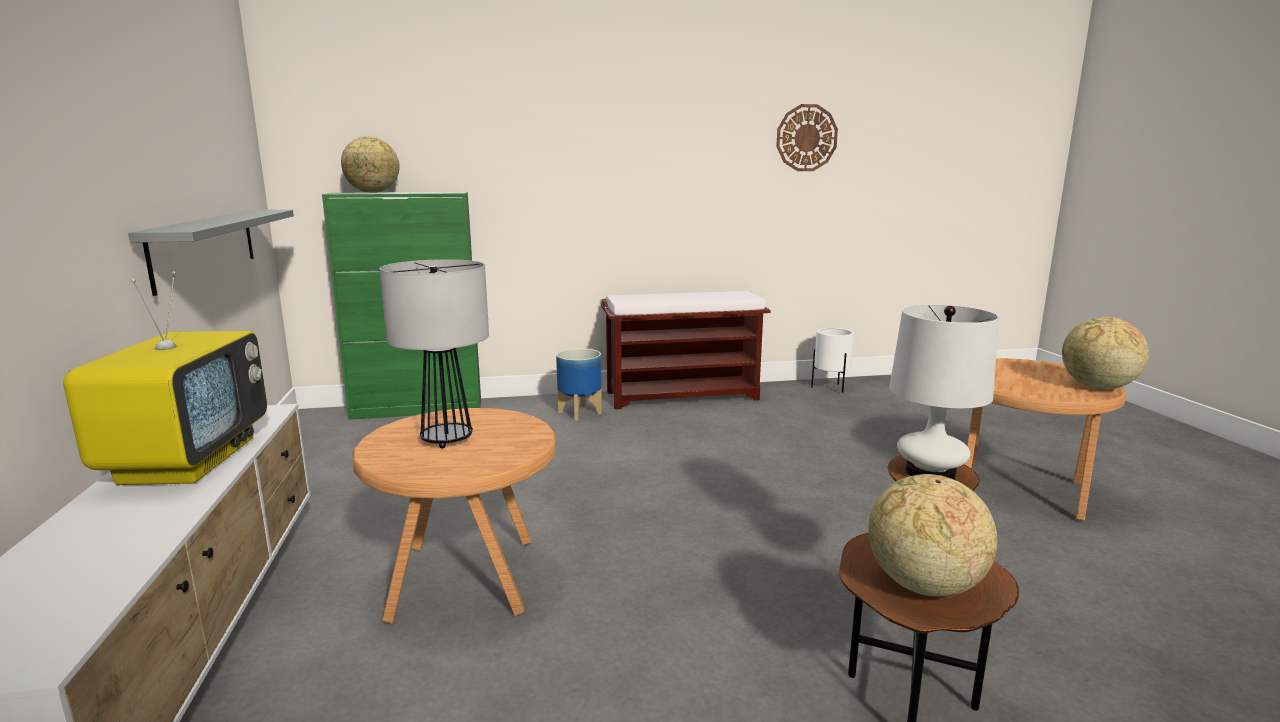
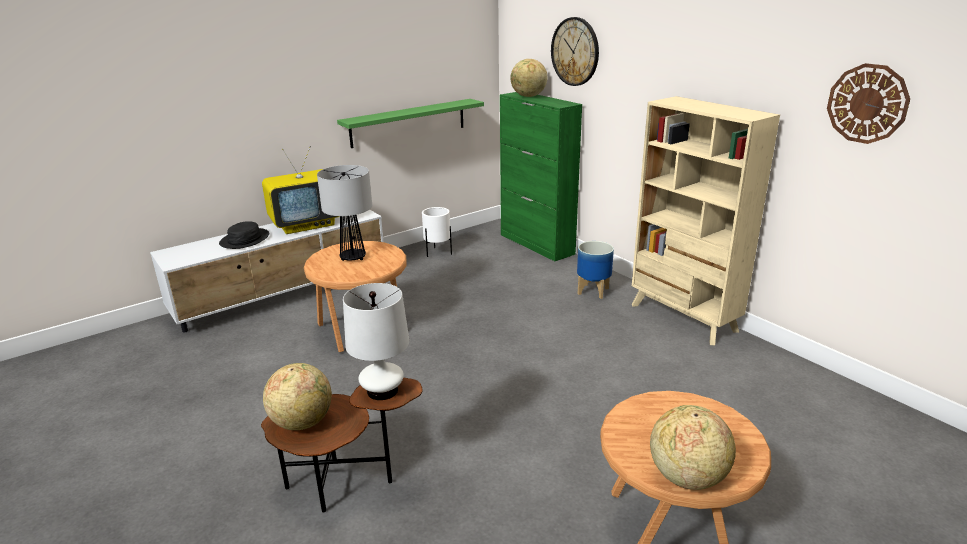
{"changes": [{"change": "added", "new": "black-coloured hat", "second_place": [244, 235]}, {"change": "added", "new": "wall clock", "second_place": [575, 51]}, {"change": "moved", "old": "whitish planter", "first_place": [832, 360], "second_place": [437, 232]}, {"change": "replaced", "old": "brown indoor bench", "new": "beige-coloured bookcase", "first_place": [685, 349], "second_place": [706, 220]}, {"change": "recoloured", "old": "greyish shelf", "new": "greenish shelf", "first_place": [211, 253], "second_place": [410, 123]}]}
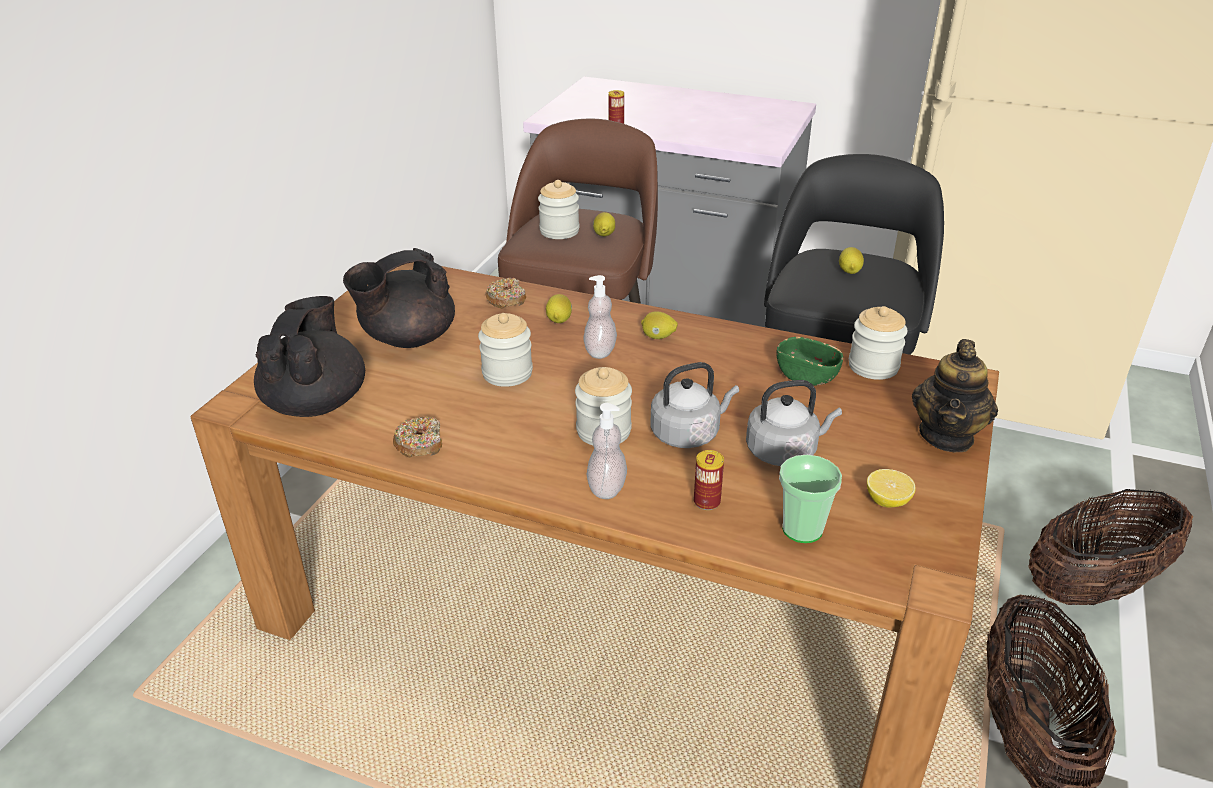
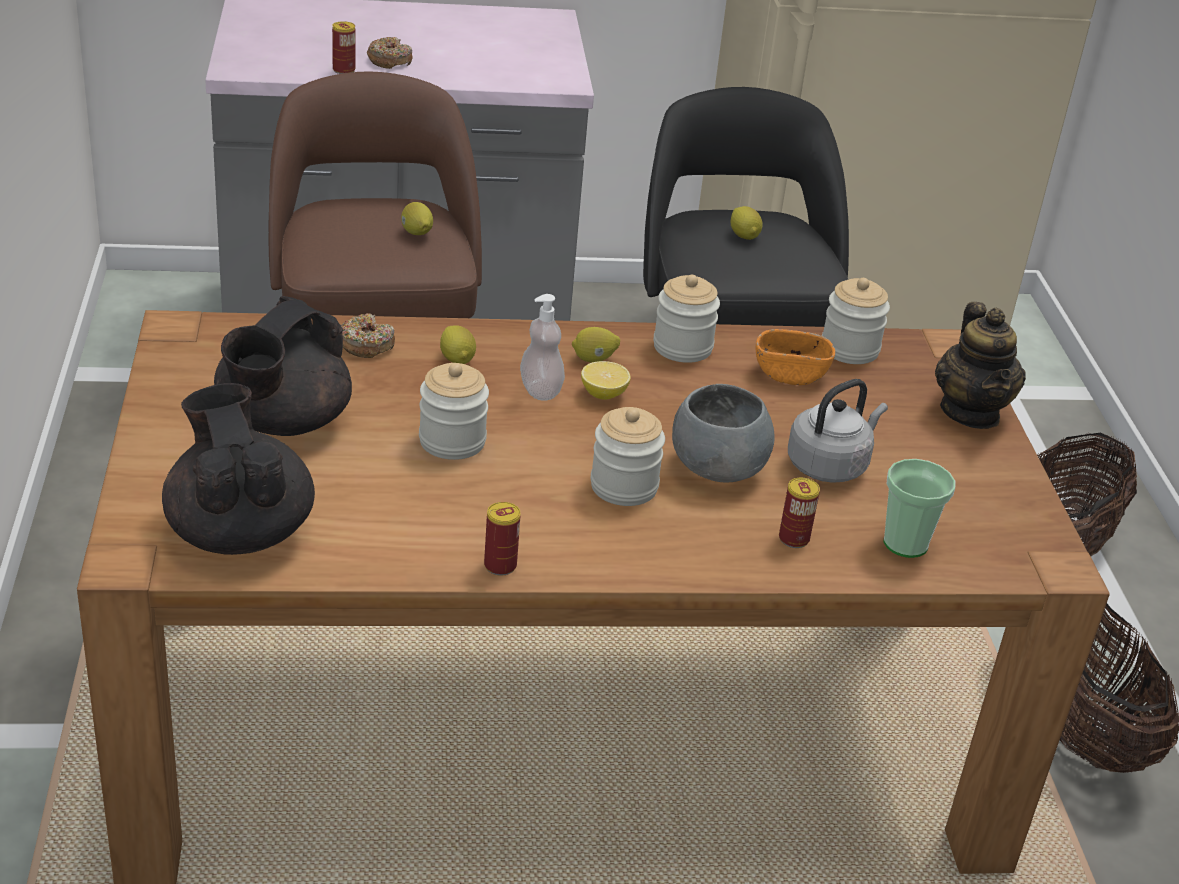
{"changes": [{"change": "removed", "old": "soap bottle", "first_place": [607, 451]}, {"change": "added", "new": "can", "second_place": [502, 539]}, {"change": "moved", "old": "doughnut", "first_place": [417, 437], "second_place": [390, 53]}, {"change": "moved", "old": "jar", "first_place": [558, 209], "second_place": [686, 319]}, {"change": "moved", "old": "citrus fruit", "first_place": [891, 488], "second_place": [606, 380]}, {"change": "replaced", "old": "greyish tea kettle", "new": "greyish bowl", "first_place": [694, 405], "second_place": [723, 433]}, {"change": "recoloured", "old": "greenish bowl", "new": "orangey bowl", "first_place": [809, 361], "second_place": [795, 357]}]}
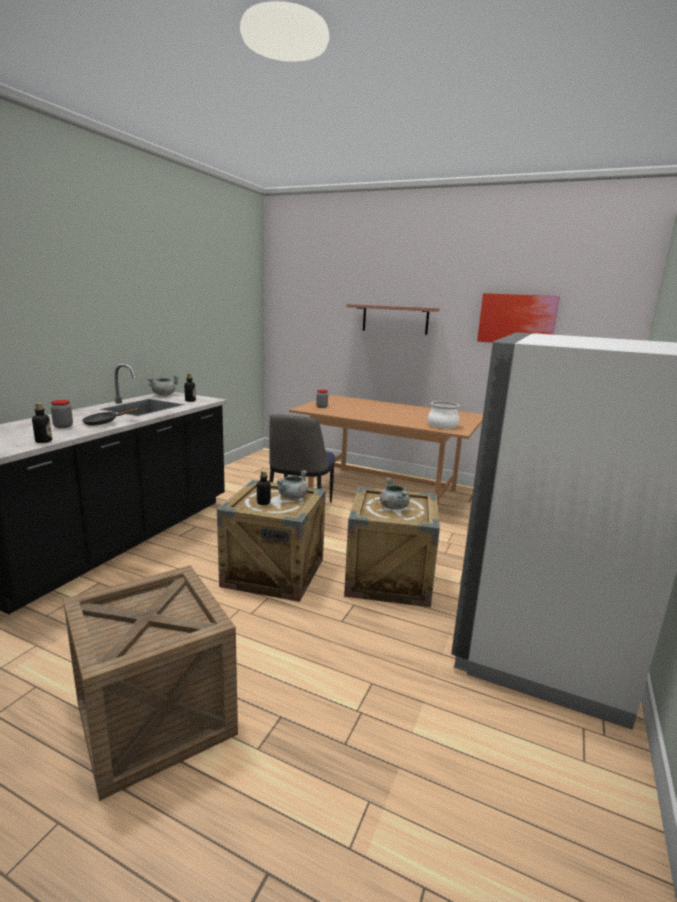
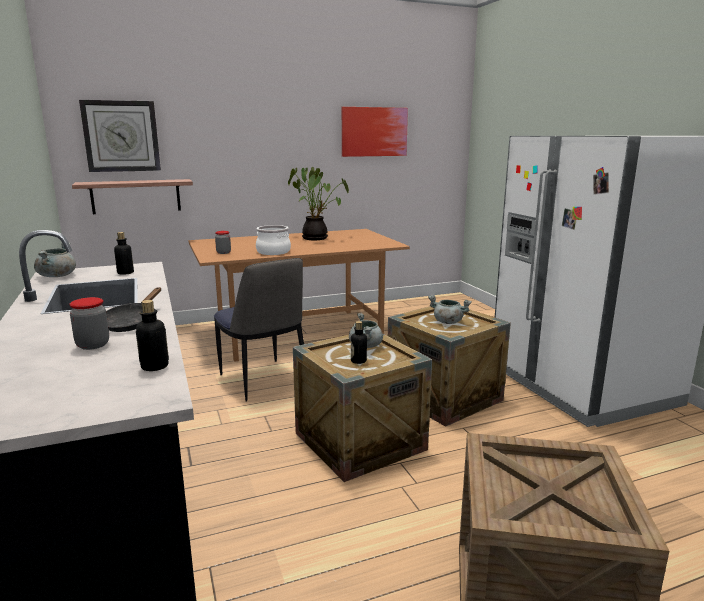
{"changes": [{"change": "added", "new": "wall clock", "second_place": [120, 136]}, {"change": "added", "new": "potted plant", "second_place": [318, 203]}, {"change": "moved", "old": "shelf", "first_place": [393, 319], "second_place": [132, 196]}, {"change": "moved", "old": "cooking pot", "first_place": [444, 415], "second_place": [273, 240]}]}
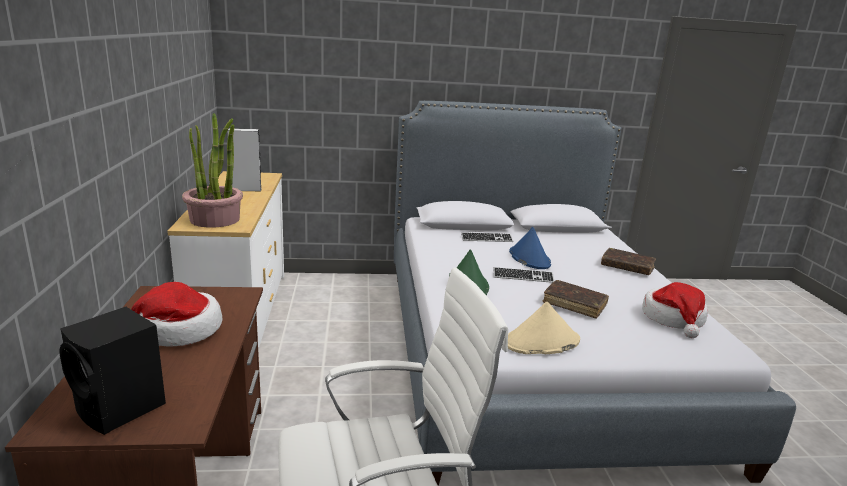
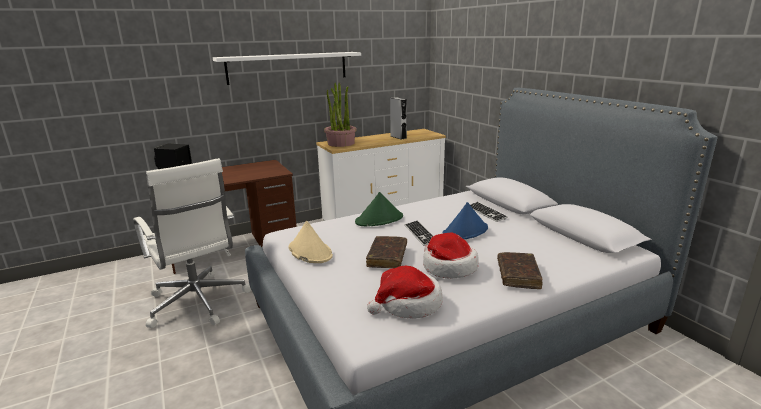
{"changes": [{"change": "added", "new": "whitish shelf", "second_place": [287, 68]}, {"change": "moved", "old": "hat", "first_place": [177, 314], "second_place": [451, 255]}]}
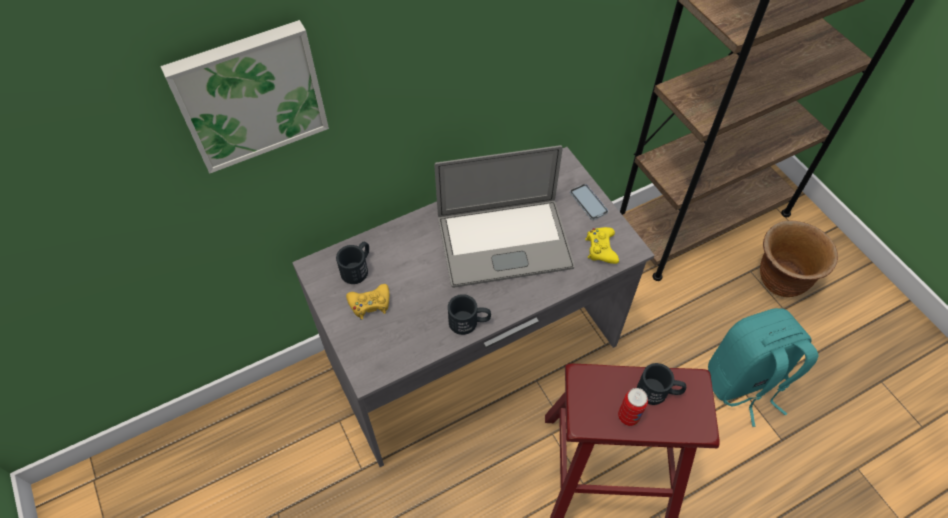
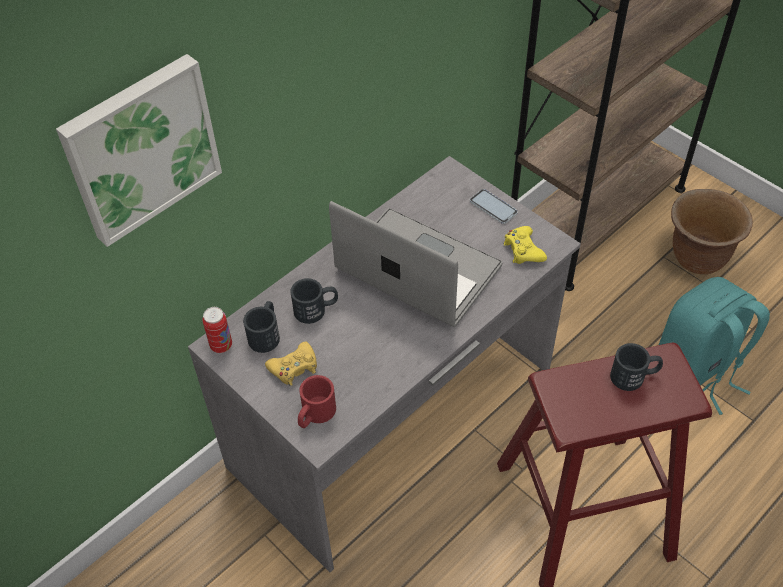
{"changes": [{"change": "added", "new": "reddish tea mug", "second_place": [317, 401]}, {"change": "moved", "old": "black-coloured tea mug", "first_place": [469, 314], "second_place": [314, 301]}, {"change": "moved", "old": "can", "first_place": [633, 407], "second_place": [217, 330]}, {"change": "turned", "old": "notebook computer", "first_place": [504, 216], "second_place": [416, 264], "degrees": -120}]}
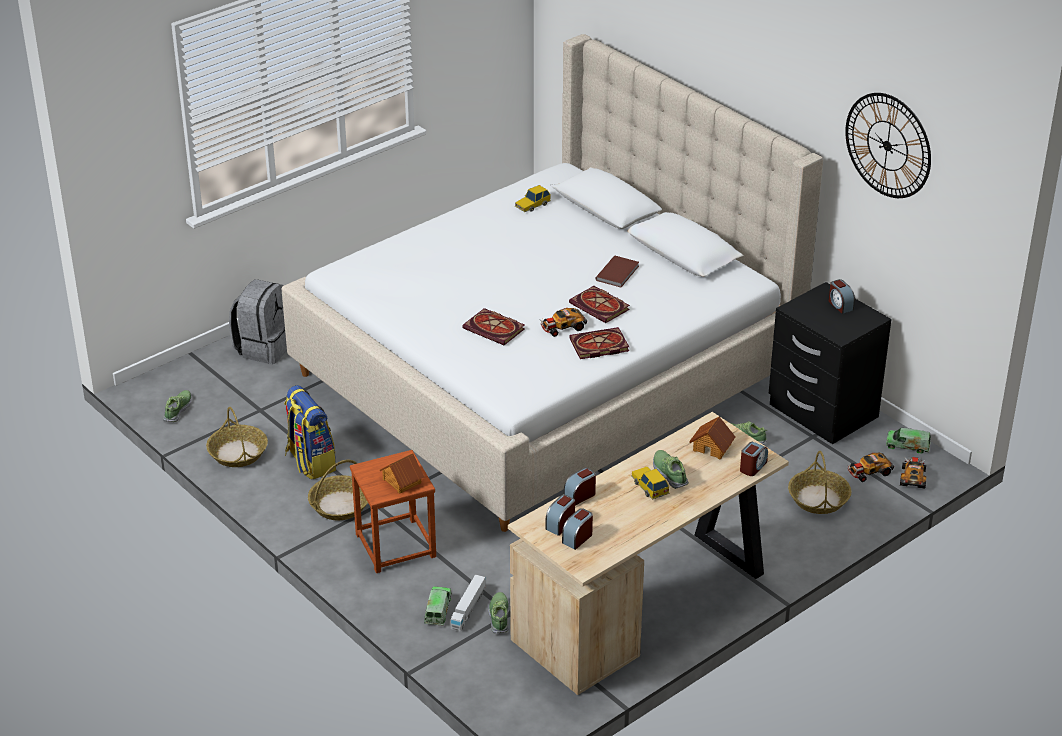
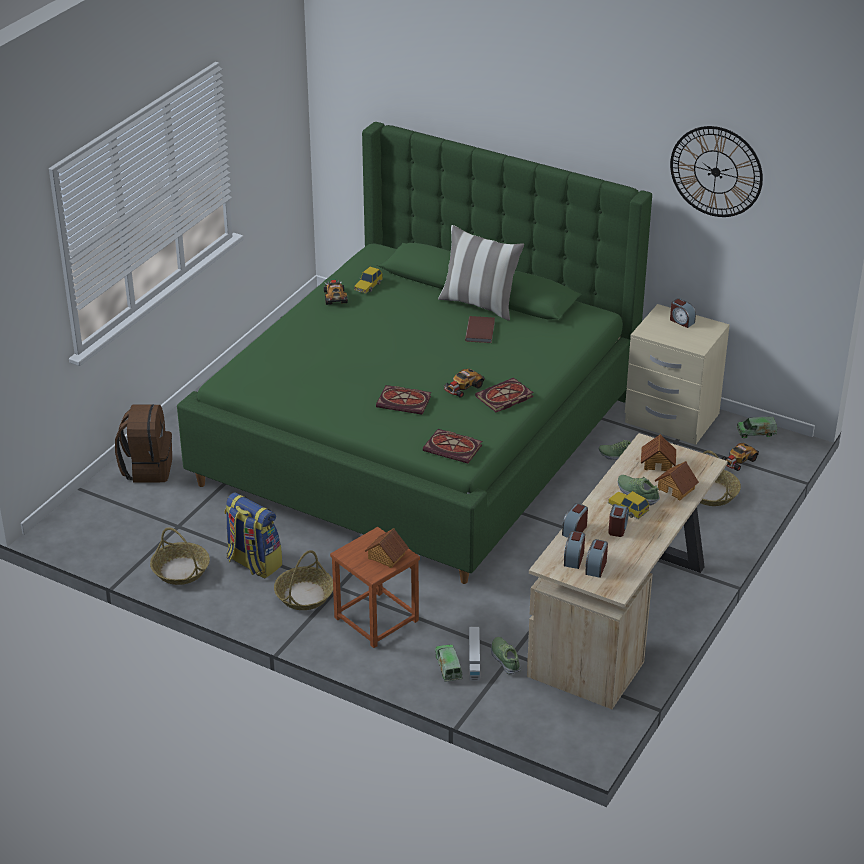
{"changes": [{"change": "removed", "old": "low shoe", "first_place": [177, 406]}, {"change": "added", "new": "pillow", "second_place": [481, 273]}, {"change": "added", "new": "model house", "second_place": [676, 480]}, {"change": "moved", "old": "volume", "first_place": [599, 304], "second_place": [452, 446]}, {"change": "moved", "old": "table clock", "first_place": [754, 459], "second_place": [618, 521]}, {"change": "moved", "old": "miniature car", "first_place": [913, 472], "second_place": [336, 292]}, {"change": "recoloured", "old": "greyish rucksack", "new": "brown rucksack", "first_place": [258, 321], "second_place": [143, 443]}, {"change": "recoloured", "old": "beige-coloured sleeping bed", "new": "greenish sleeping bed", "first_place": [552, 283], "second_place": [414, 353]}, {"change": "recoloured", "old": "black-coloured bedside table", "new": "beige-coloured bedside table", "first_place": [830, 363], "second_place": [677, 374]}]}
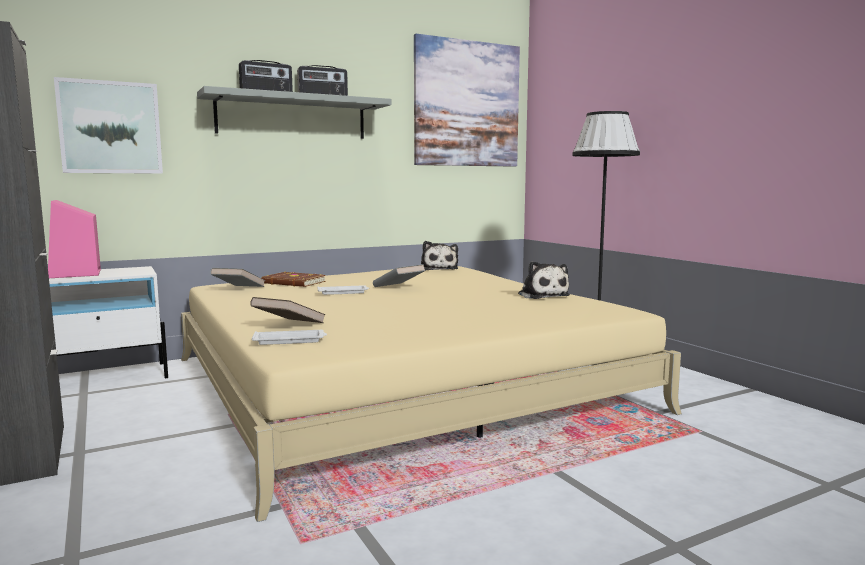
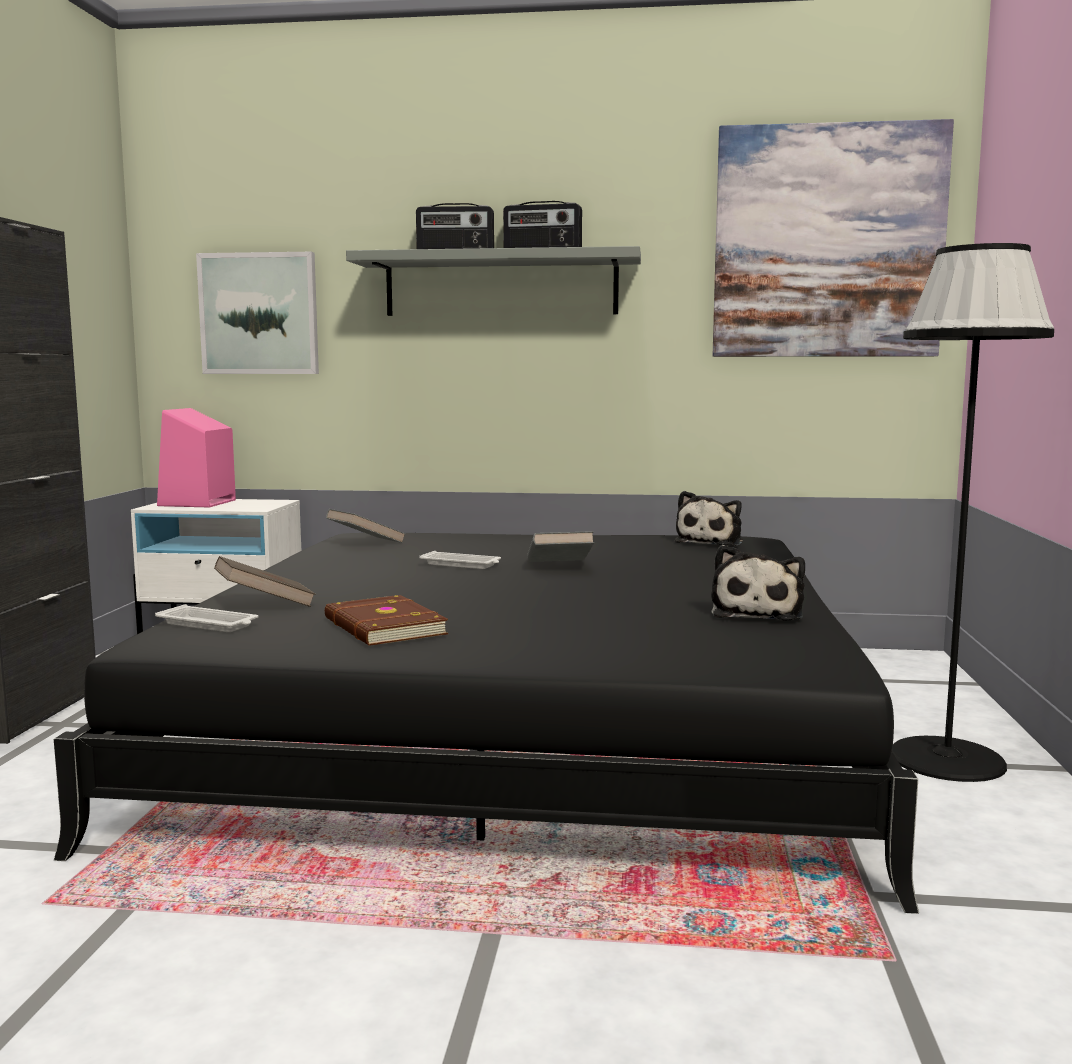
{"changes": [{"change": "moved", "old": "brown volume", "first_place": [293, 279], "second_place": [386, 620]}, {"change": "recoloured", "old": "beige-coloured sleeping bed", "new": "black-coloured sleeping bed", "first_place": [431, 394], "second_place": [486, 723]}]}
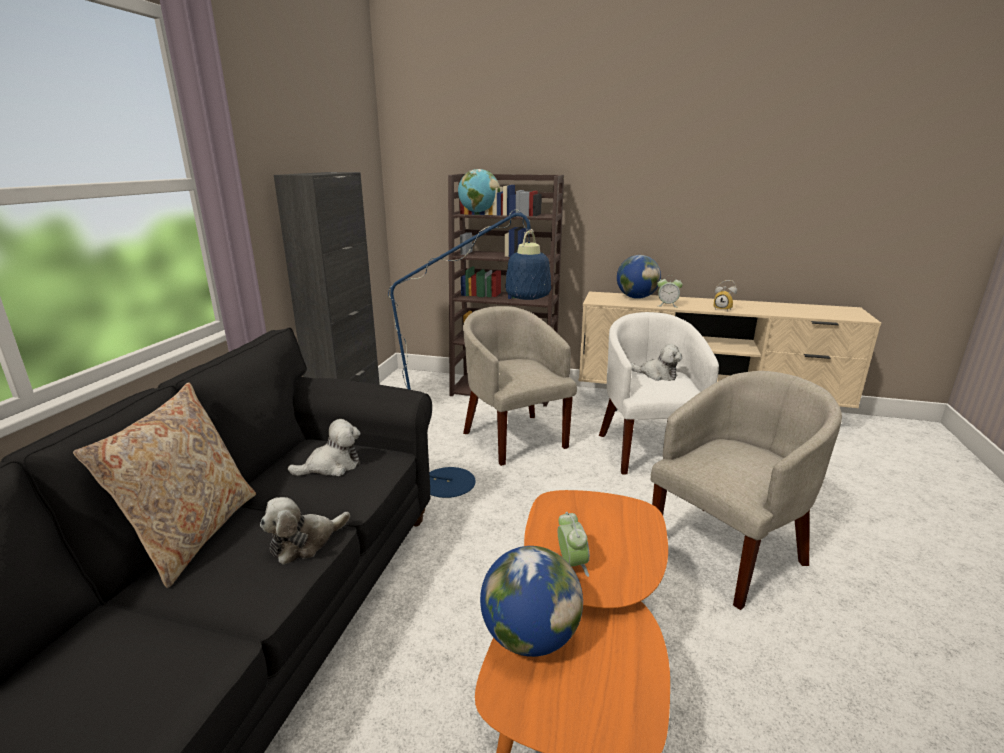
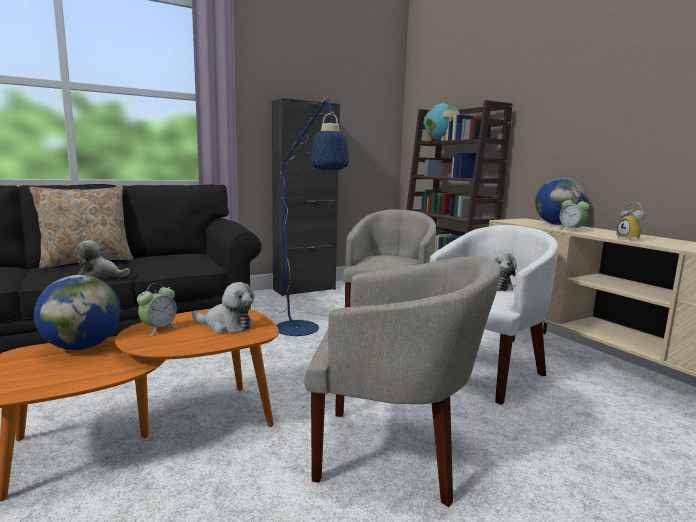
{"changes": [{"change": "moved", "old": "cuddly toy", "first_place": [324, 447], "second_place": [223, 307]}]}
